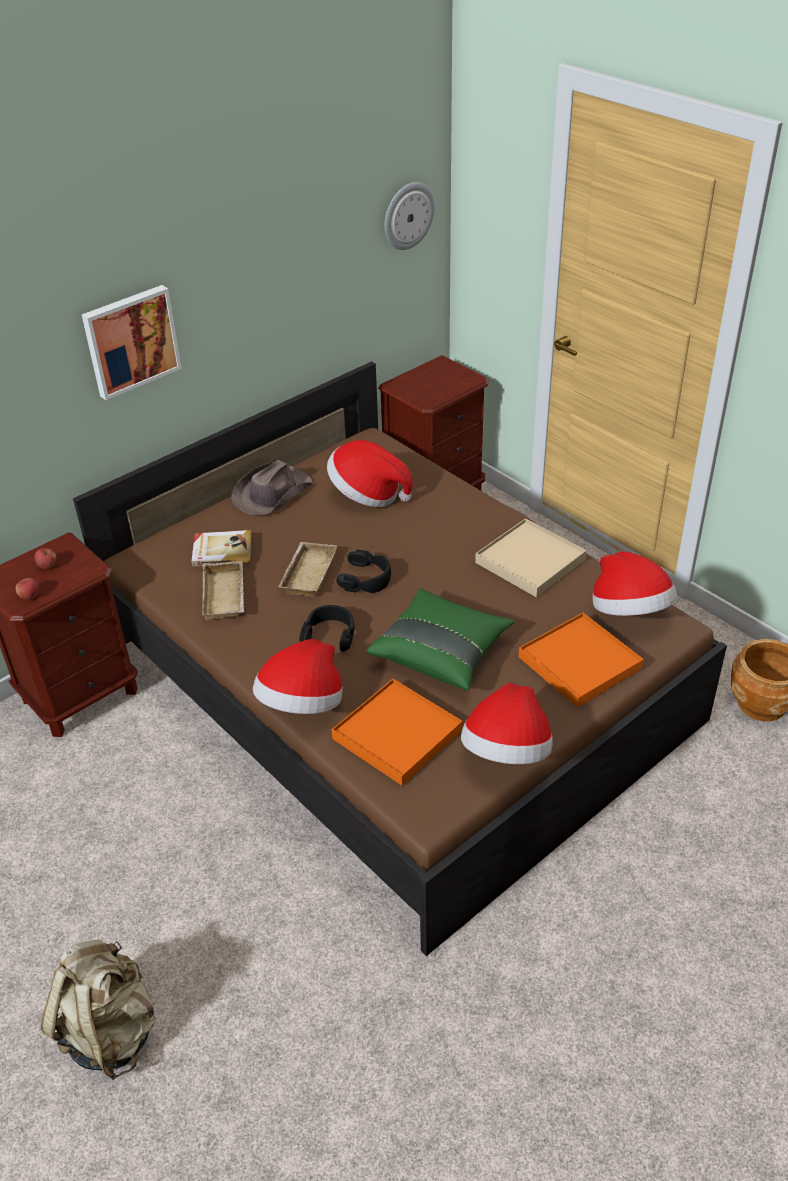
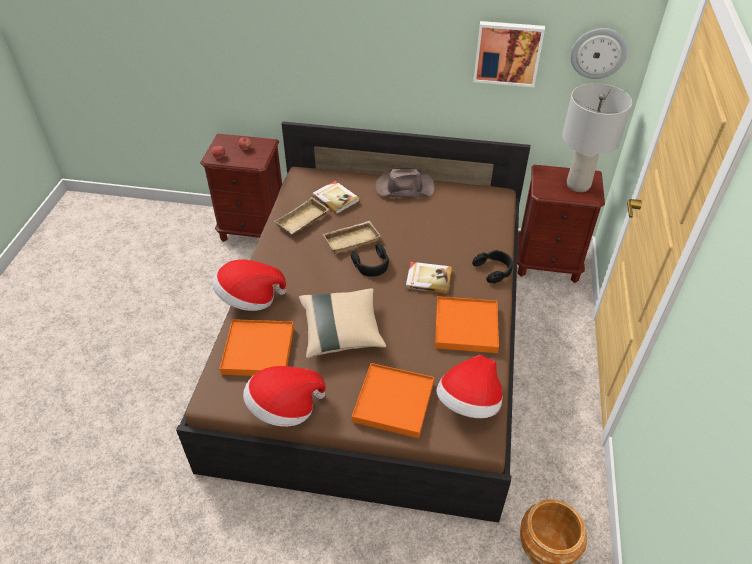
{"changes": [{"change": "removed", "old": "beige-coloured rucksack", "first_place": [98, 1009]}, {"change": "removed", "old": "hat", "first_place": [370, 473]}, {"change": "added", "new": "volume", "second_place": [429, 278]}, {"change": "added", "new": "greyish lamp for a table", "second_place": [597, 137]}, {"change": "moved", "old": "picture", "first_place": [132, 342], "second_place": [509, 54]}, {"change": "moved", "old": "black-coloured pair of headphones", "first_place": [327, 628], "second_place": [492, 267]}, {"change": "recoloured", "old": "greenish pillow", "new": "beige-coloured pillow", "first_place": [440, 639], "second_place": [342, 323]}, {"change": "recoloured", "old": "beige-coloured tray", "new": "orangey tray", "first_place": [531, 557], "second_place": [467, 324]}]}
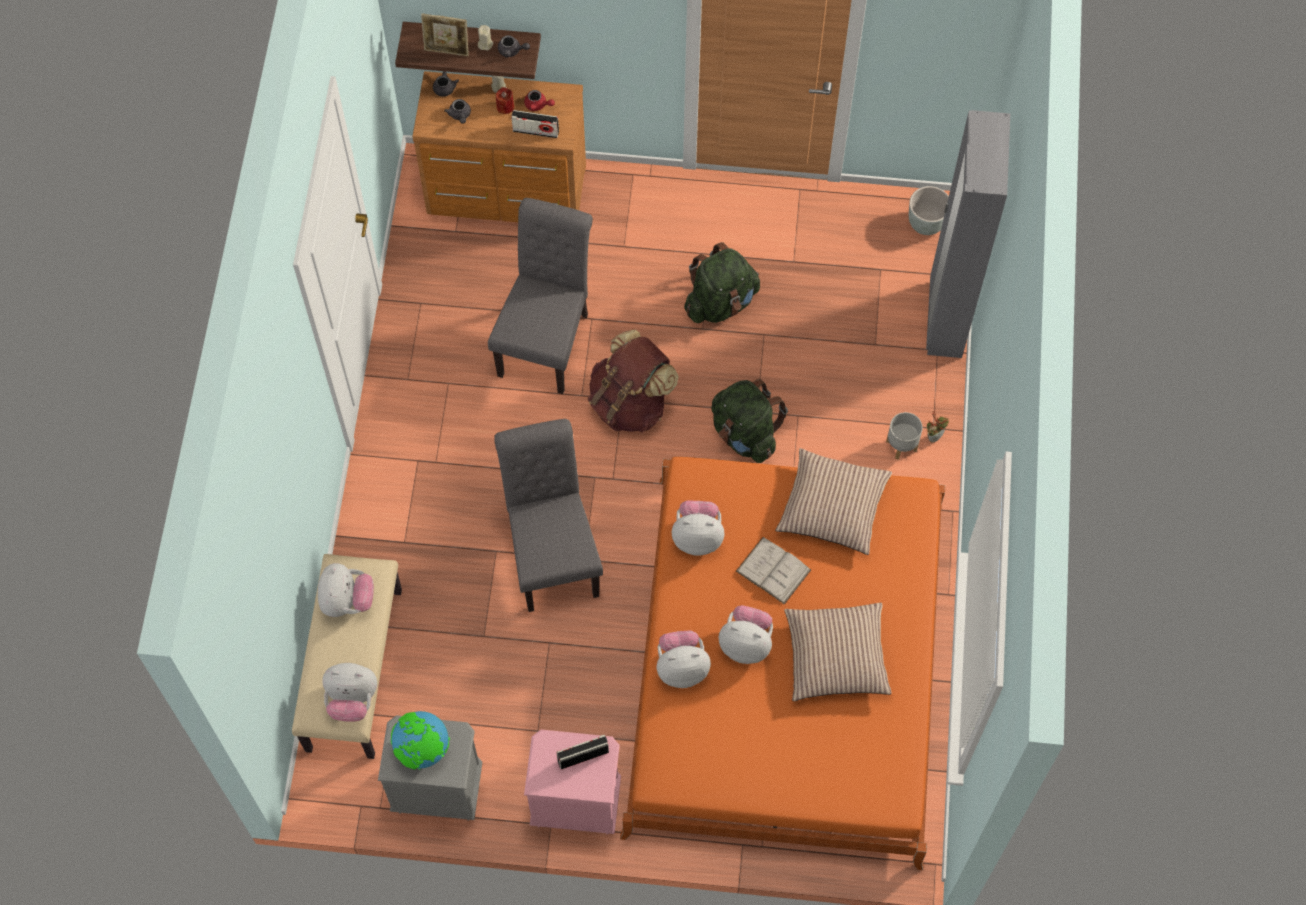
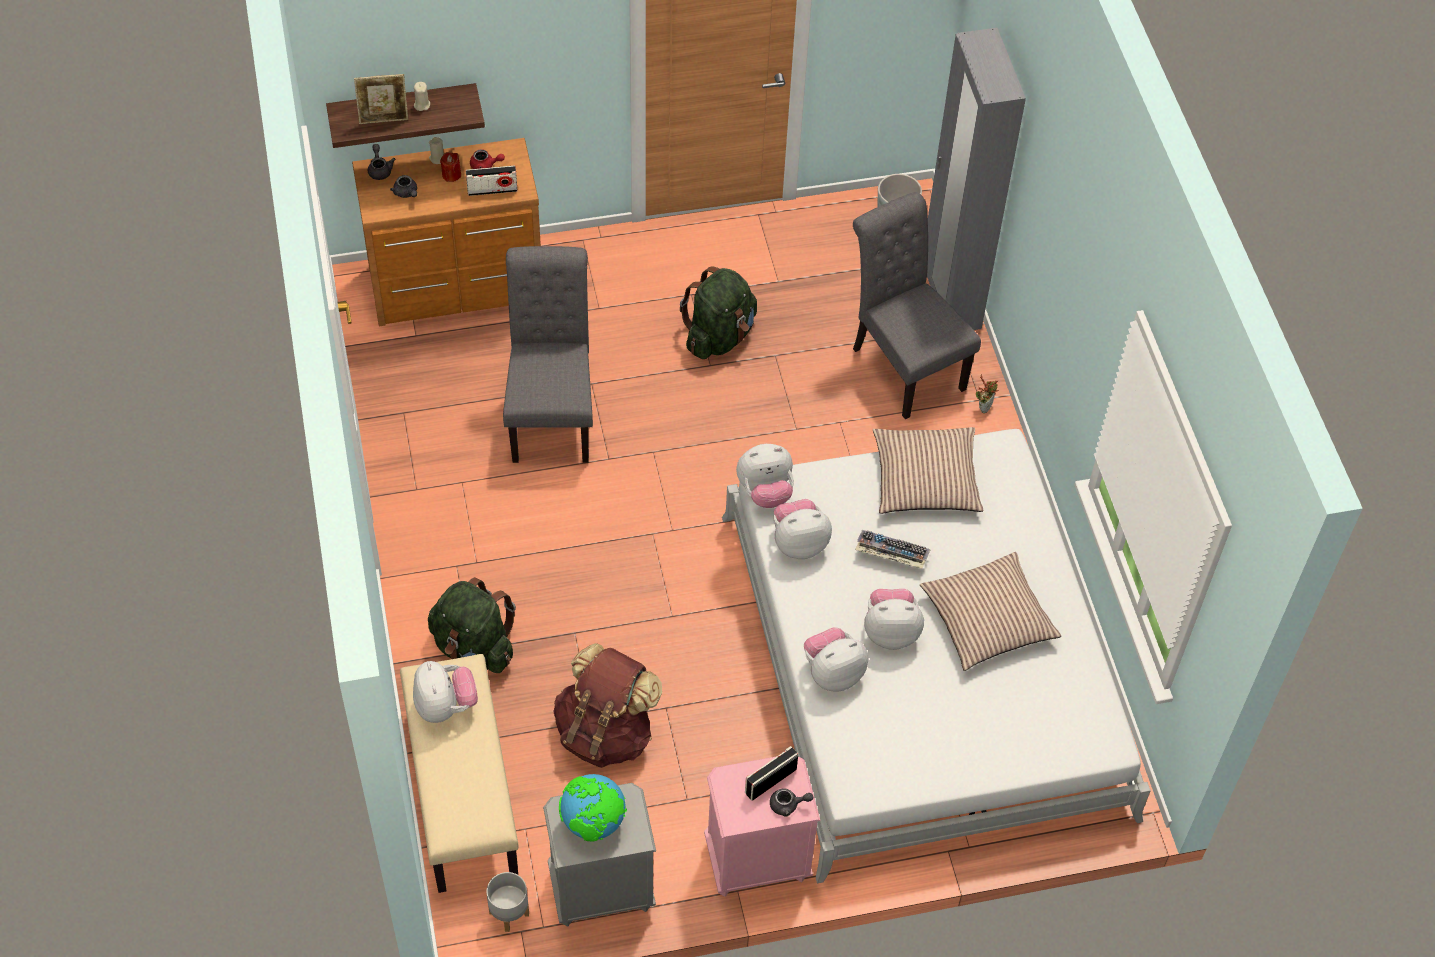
{"changes": [{"change": "moved", "old": "cuddly toy", "first_place": [349, 692], "second_place": [765, 476]}, {"change": "moved", "old": "greyish chair", "first_place": [548, 515], "second_place": [917, 305]}, {"change": "moved", "old": "greyish pot for tea", "first_place": [514, 46], "second_place": [791, 802]}, {"change": "moved", "old": "brown rucksack", "first_place": [633, 381], "second_place": [607, 705]}, {"change": "moved", "old": "greenish rucksack", "first_place": [749, 421], "second_place": [472, 625]}, {"change": "moved", "old": "greyish planter", "first_place": [904, 436], "second_place": [507, 902]}, {"change": "replaced", "old": "whitish volume", "new": "keyboard", "first_place": [773, 571], "second_place": [893, 549]}, {"change": "recoloured", "old": "orangey sleeping bed", "new": "whitish sleeping bed", "first_place": [782, 663], "second_place": [936, 656]}]}
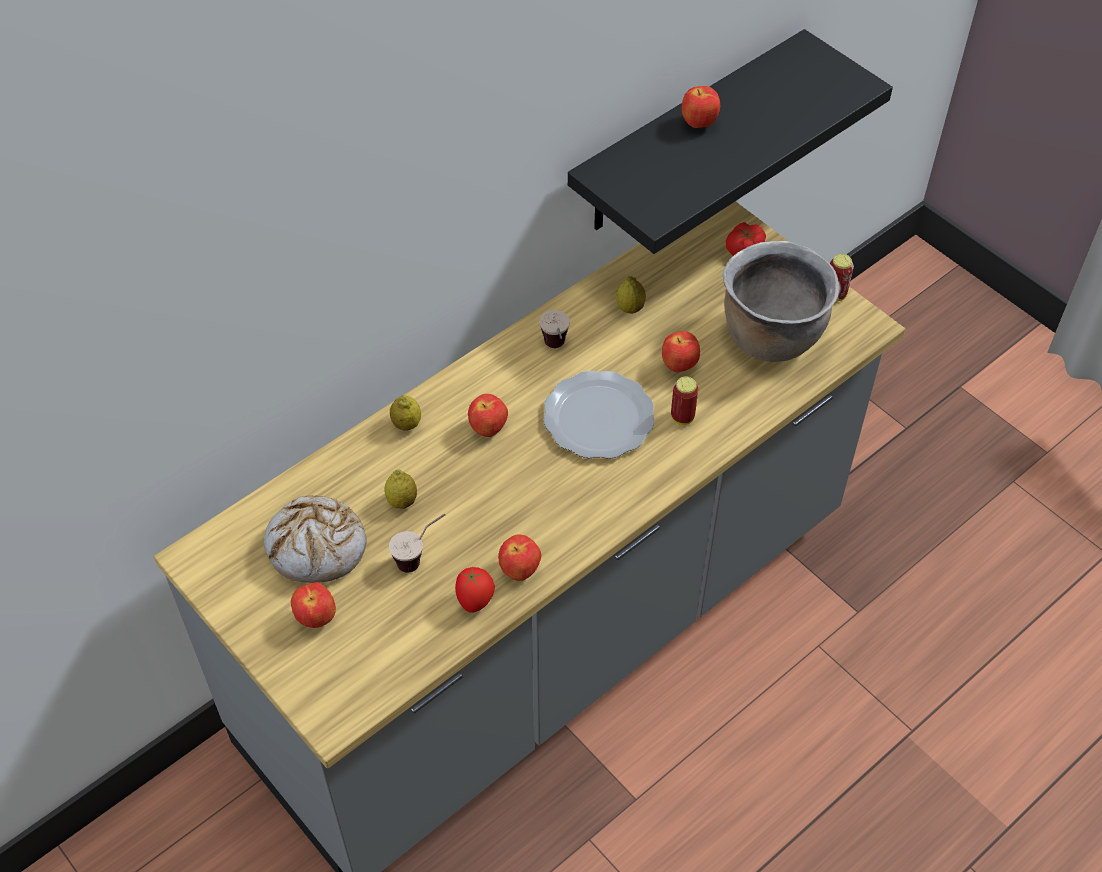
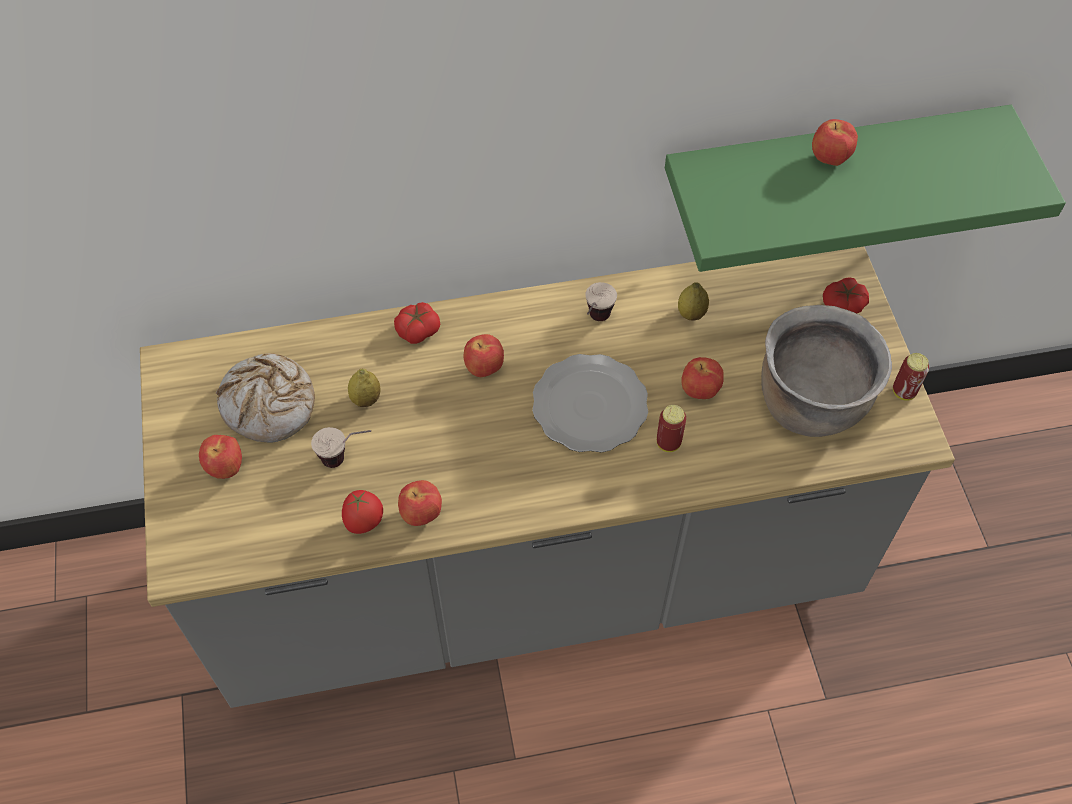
{"changes": [{"change": "replaced", "old": "citrus fruit", "new": "whole tomato", "first_place": [405, 413], "second_place": [417, 323]}, {"change": "recoloured", "old": "black-coloured shelf", "new": "greenish shelf", "first_place": [730, 141], "second_place": [865, 188]}]}
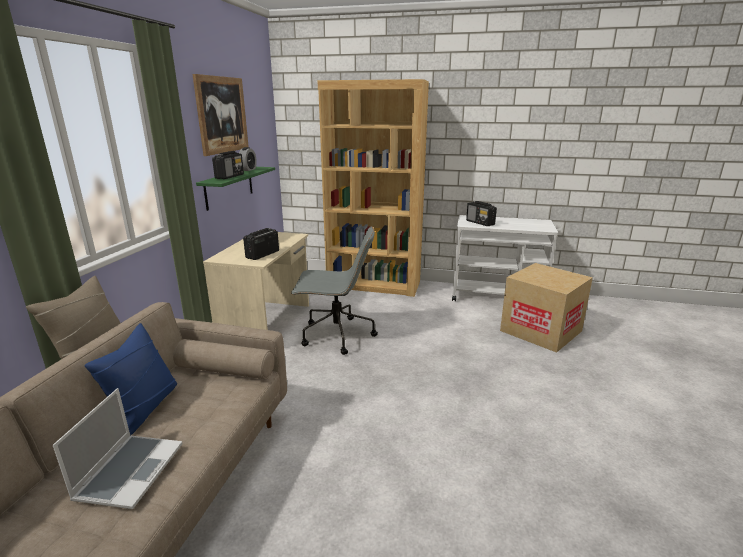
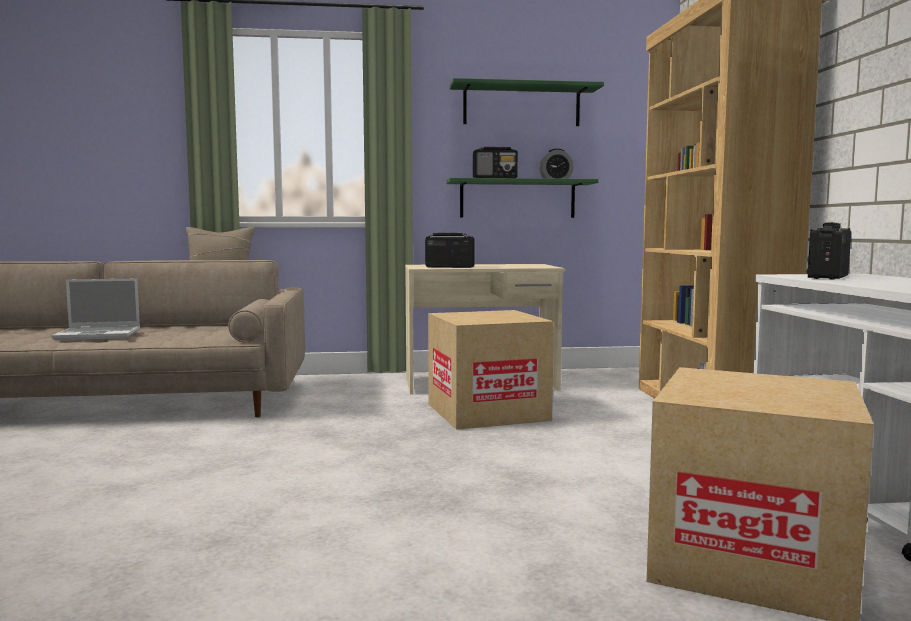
{"changes": [{"change": "removed", "old": "blue pillow", "first_place": [131, 379]}, {"change": "replaced", "old": "picture", "new": "greenish shelf", "first_place": [220, 115], "second_place": [526, 102]}, {"change": "replaced", "old": "greyish office chair", "new": "carton", "first_place": [334, 290], "second_place": [491, 370]}]}
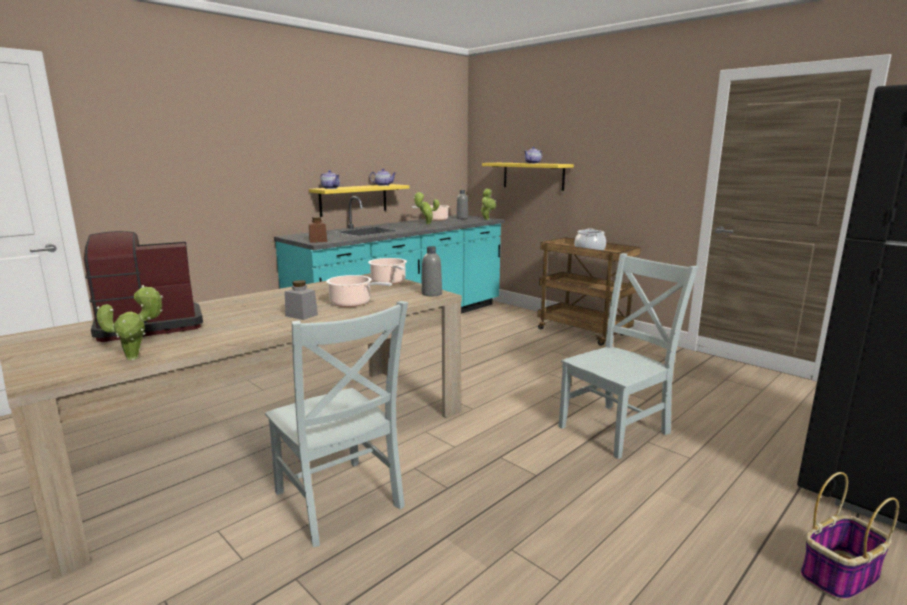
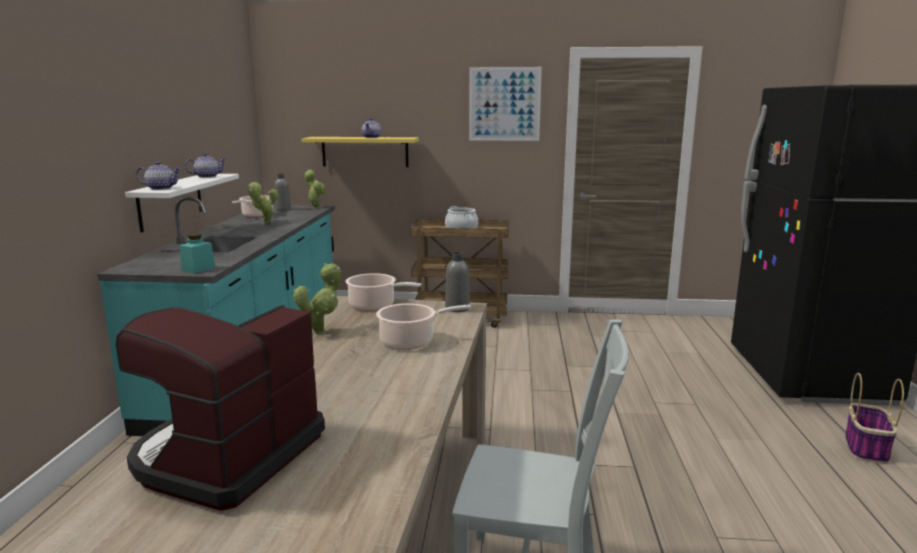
{"changes": [{"change": "removed", "old": "greyish jar", "first_place": [301, 300]}, {"change": "removed", "old": "greyish chair", "first_place": [628, 356]}, {"change": "added", "new": "picture", "second_place": [505, 104]}, {"change": "moved", "old": "potted plant", "first_place": [130, 322], "second_place": [317, 299]}, {"change": "recoloured", "old": "yellow-coloured shelf", "new": "whitish shelf", "first_place": [359, 200], "second_place": [182, 203]}, {"change": "recoloured", "old": "brown jar", "new": "blue-green jar", "first_place": [318, 230], "second_place": [197, 253]}]}
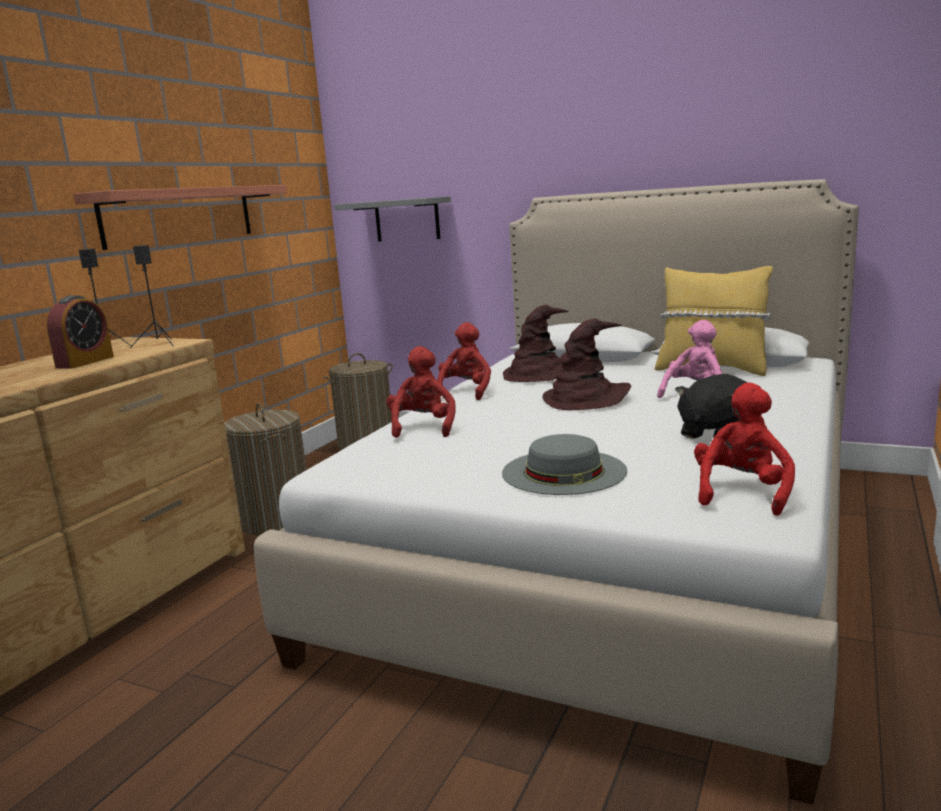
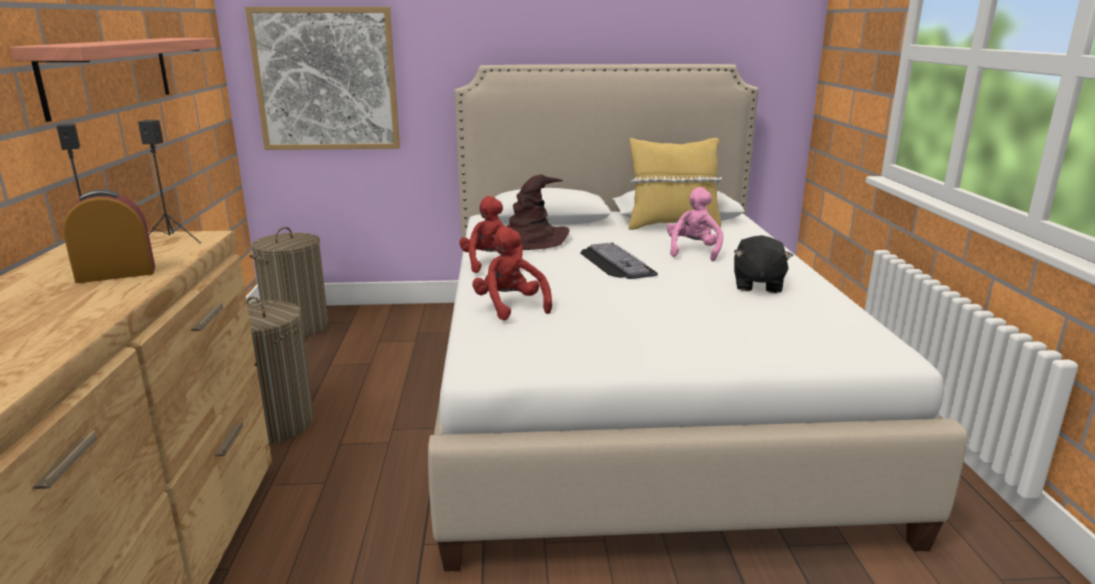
{"changes": [{"change": "removed", "old": "greyish hat", "first_place": [564, 464]}, {"change": "removed", "old": "reddish cuddly toy", "first_place": [744, 449]}, {"change": "replaced", "old": "greyish shelf", "new": "picture", "first_place": [392, 219], "second_place": [322, 78]}, {"change": "replaced", "old": "brown hat", "new": "keyboard", "first_place": [587, 364], "second_place": [619, 260]}, {"change": "turned", "old": "table clock", "first_place": [80, 332], "second_place": [109, 236], "degrees": -105}]}
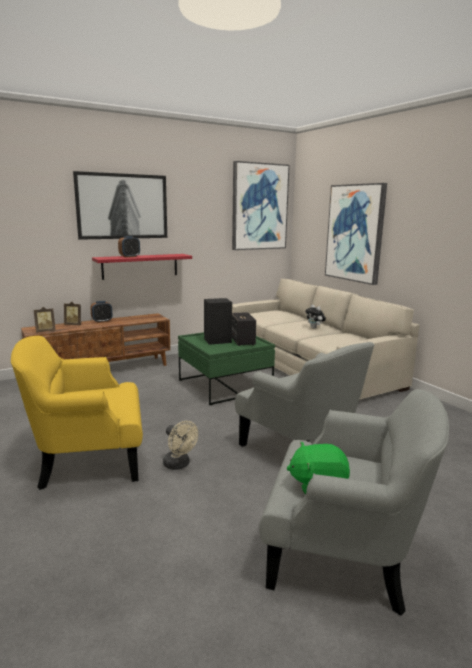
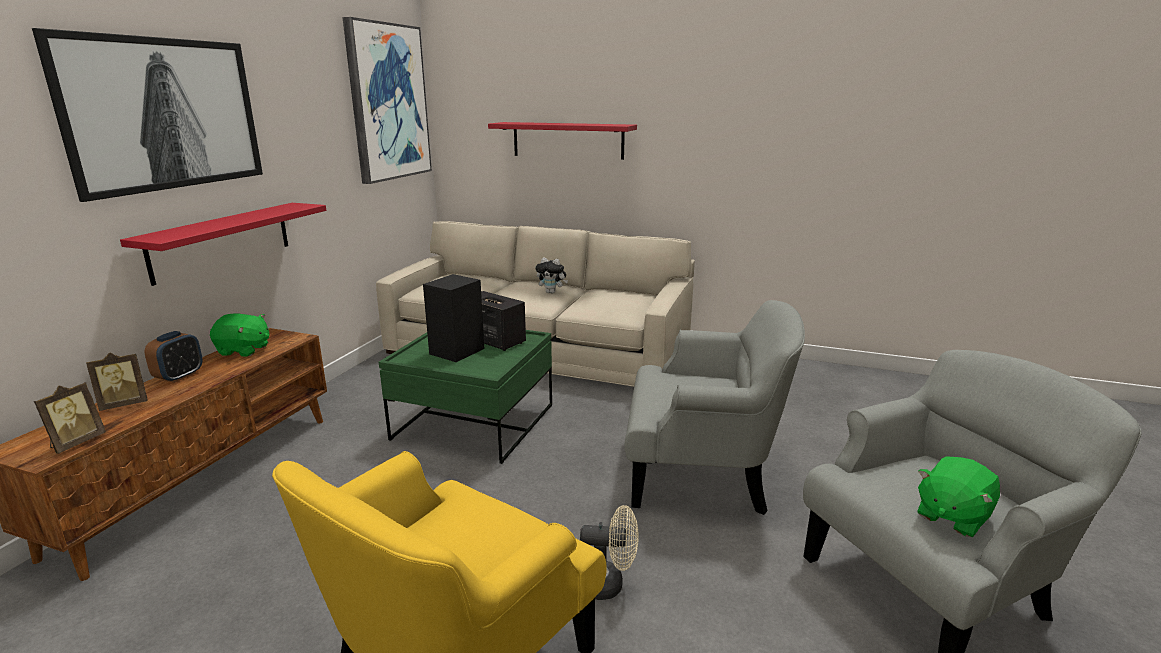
{"changes": [{"change": "removed", "old": "table clock", "first_place": [129, 247]}, {"change": "added", "new": "greenish cuddly toy", "second_place": [239, 334]}, {"change": "replaced", "old": "picture", "new": "reddish shelf", "first_place": [356, 234], "second_place": [562, 141]}]}
